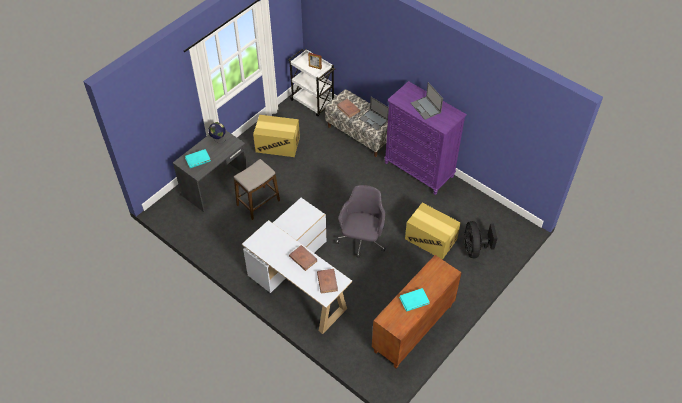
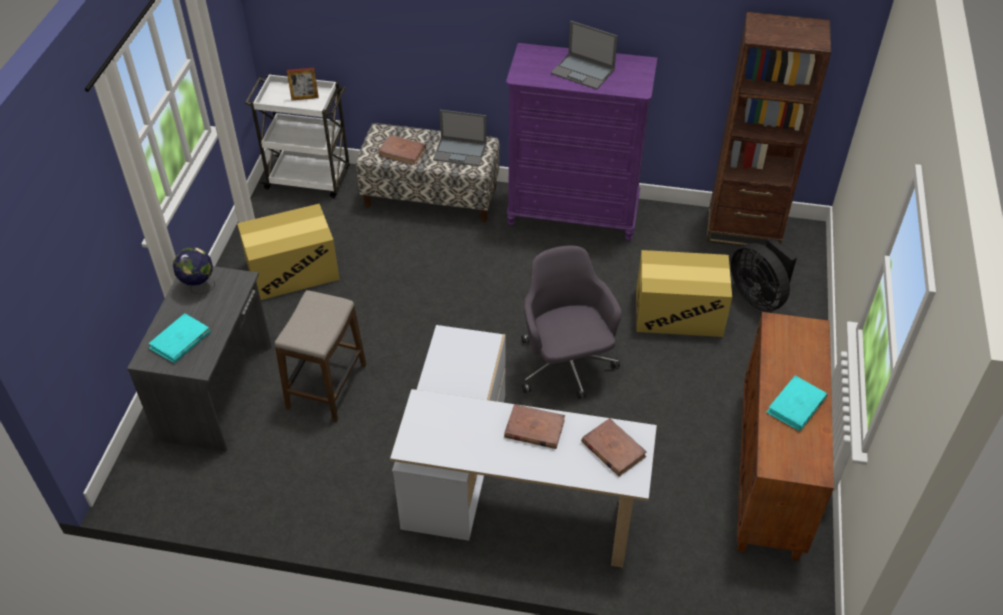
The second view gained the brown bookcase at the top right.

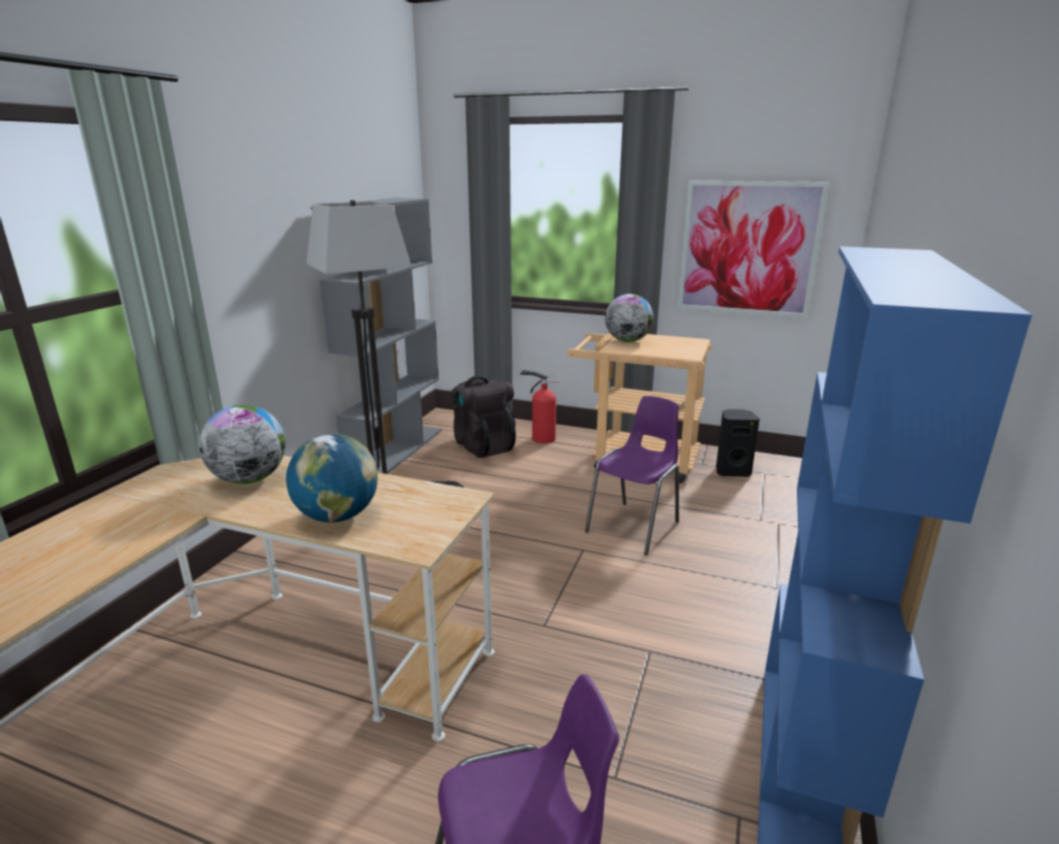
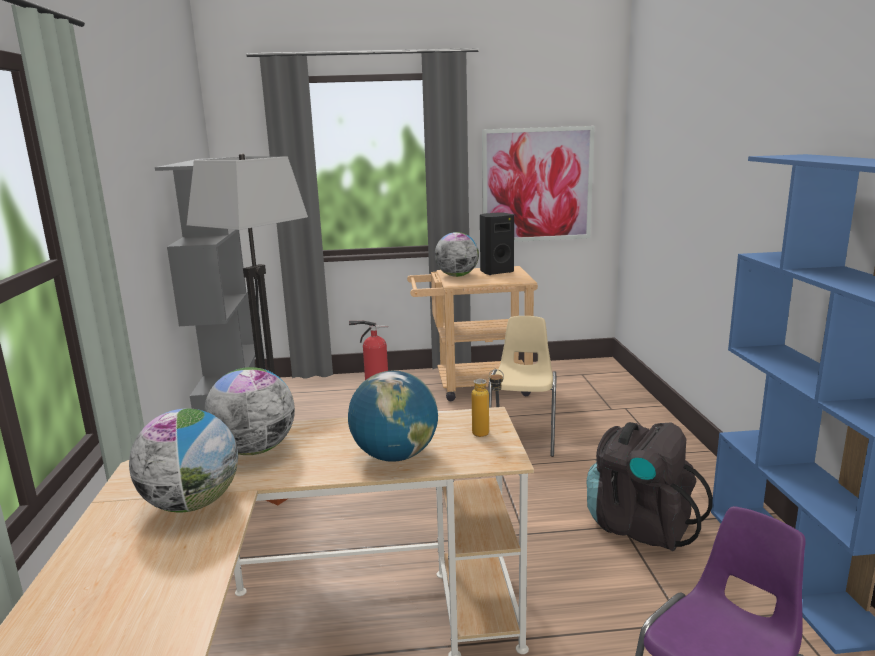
The black backpack ended up elsewhere, having gone from the centre to the bottom right. What was the purple chair (no. 2 from left) at the centre turned into the beige chair at the centre. The black speaker ended up elsewhere, having gone from the middle right to the centre. The second view gained the bottle at the centre. The second view gained the globe (no. 1 from left) at the bottom left.

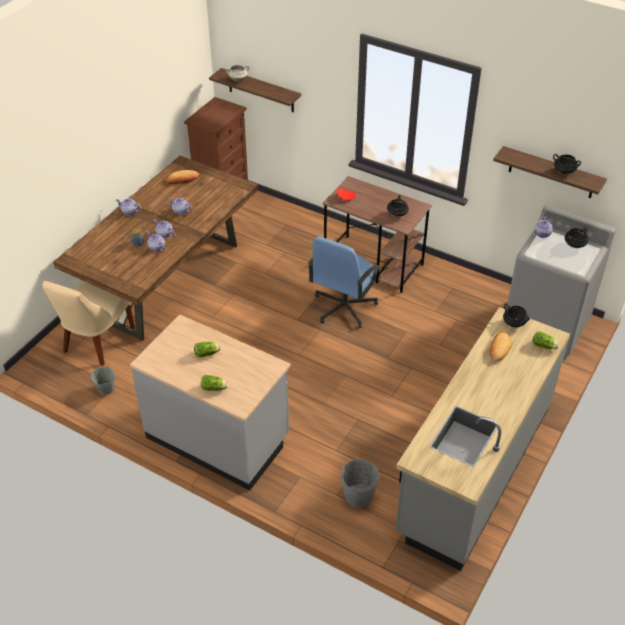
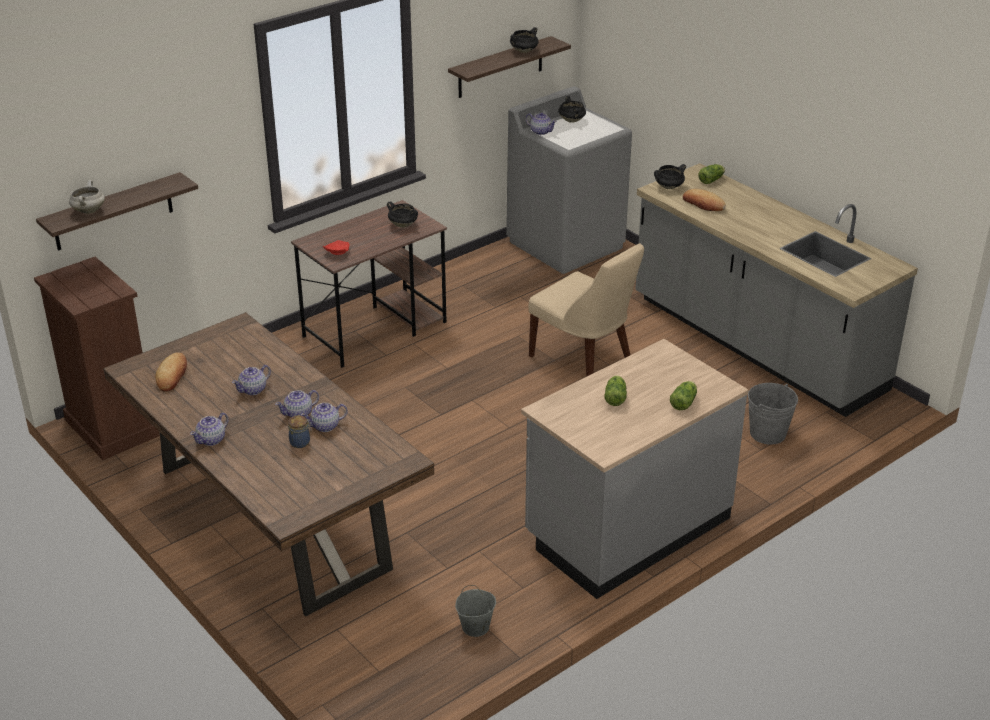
The second view lost the blue office chair at the centre. The beige chair ended up elsewhere, having gone from the middle left to the centre.

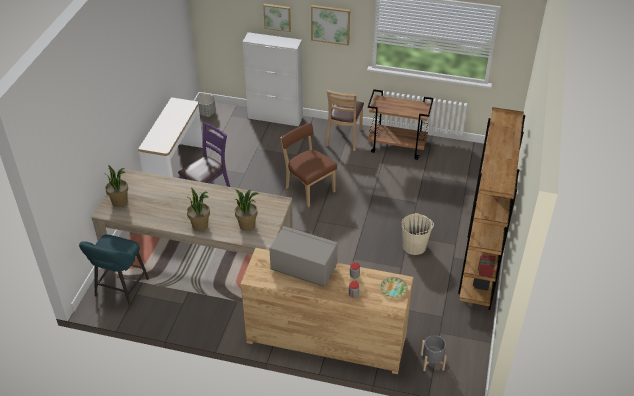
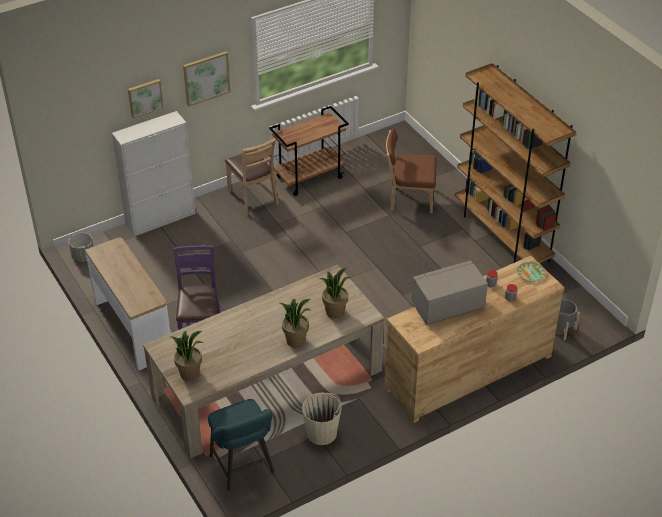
The brown chair (no. 1 from left in the first image) ended up elsewhere, having gone from the centre to the top centre. The beige bucket ended up elsewhere, having gone from the centre to the bottom centre.

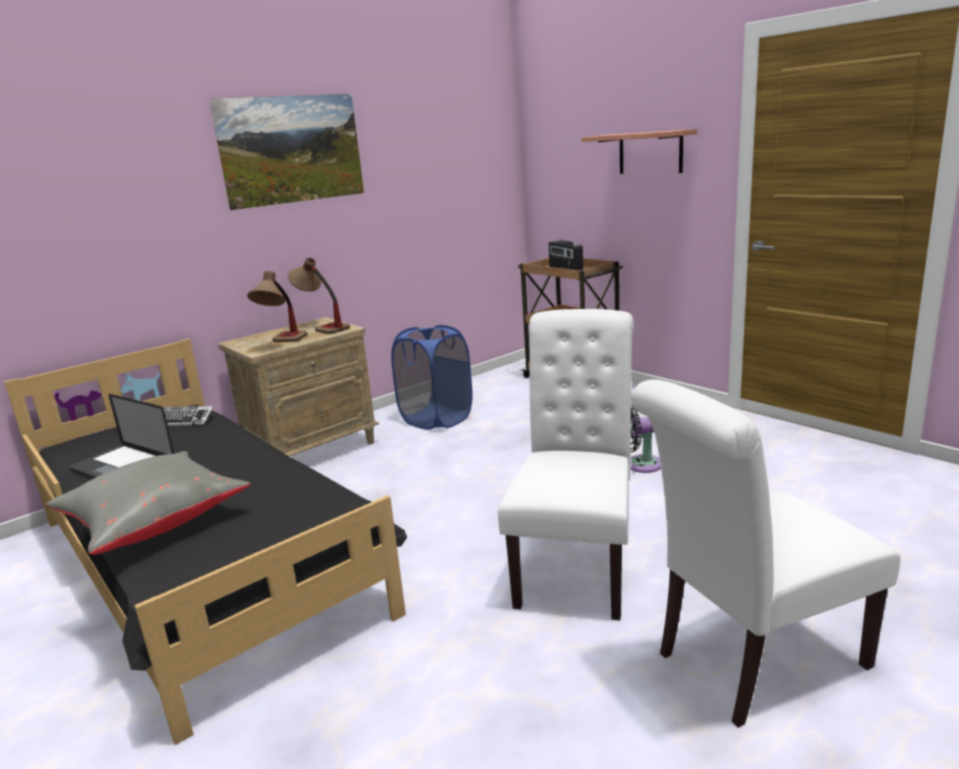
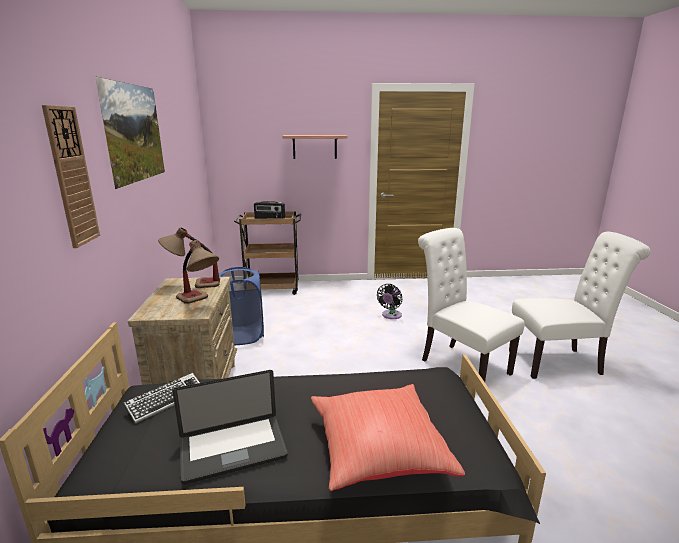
The white chair (no. 2 from left) at the bottom right ended up facing another way, 105 degrees counterclockwise from before. What was the grey pillow at the middle left turned into the red pillow at the bottom centre. The second view gained the wall clock at the top left.

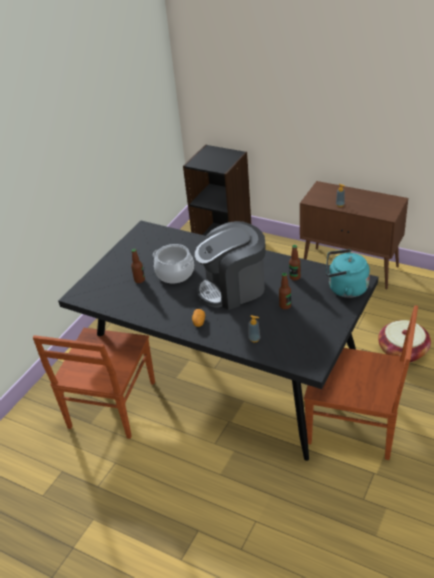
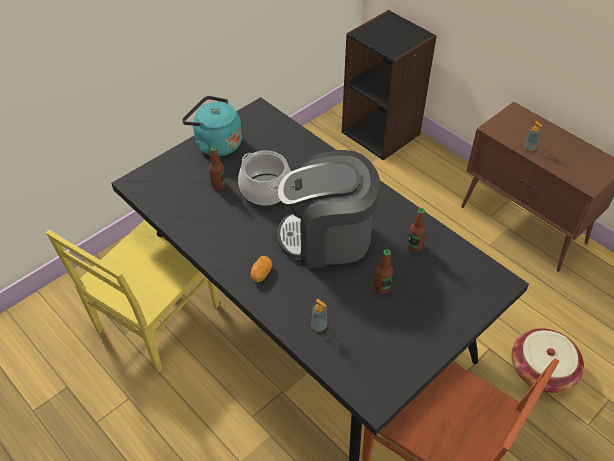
The turquoise kettle ended up elsewhere, having gone from the middle right to the top centre. What was the brown chair (no. 1 from left) at the middle left turned into the yellow chair at the middle left.

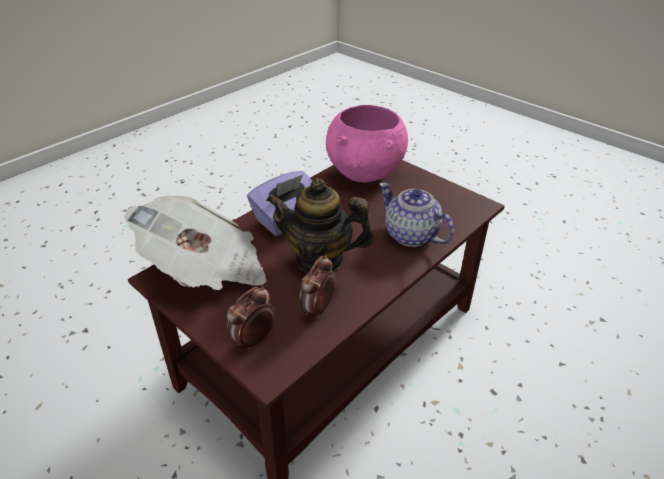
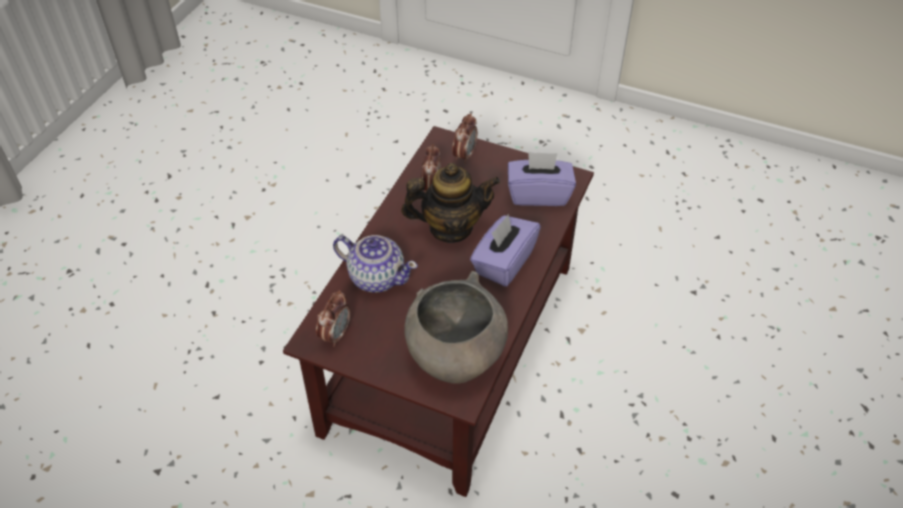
What was the pink bowl at the top centre turned into the grey bowl at the centre. Where the newspaper stood at the middle left, the purple tissue box (no. 2 from left) came to stand at the centre. The second view gained the alarm clock (no. 1 from left) at the centre.

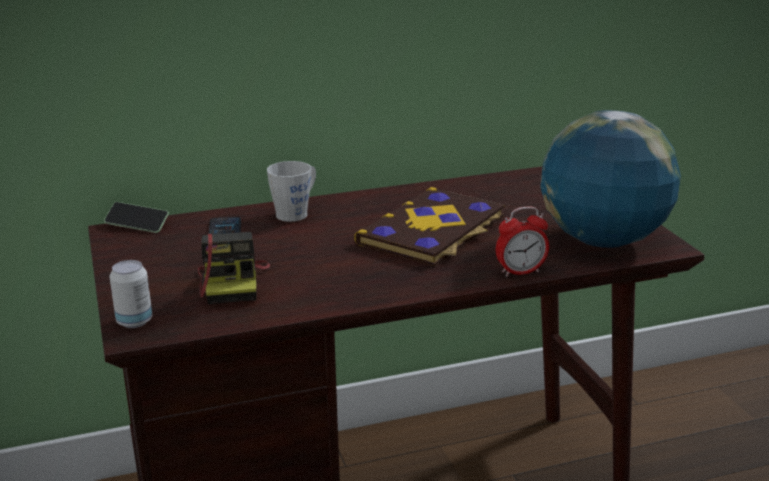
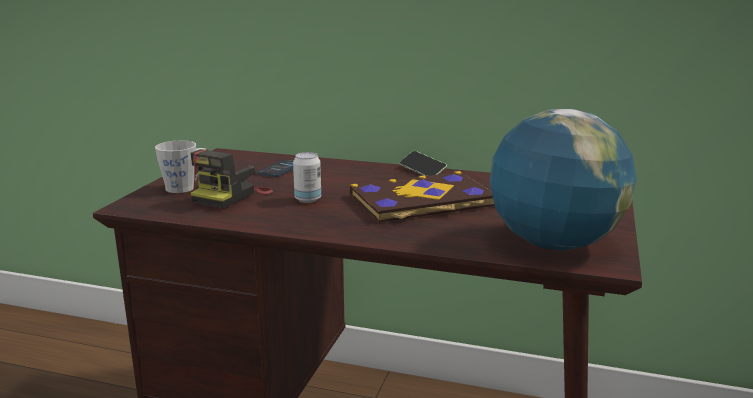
The grey mug ended up elsewhere, having gone from the centre to the middle left. The phone (no. 1 from left in the first image) ended up elsewhere, having gone from the middle left to the centre. The second view lost the alarm clock at the middle right. The can ended up elsewhere, having gone from the middle left to the centre.

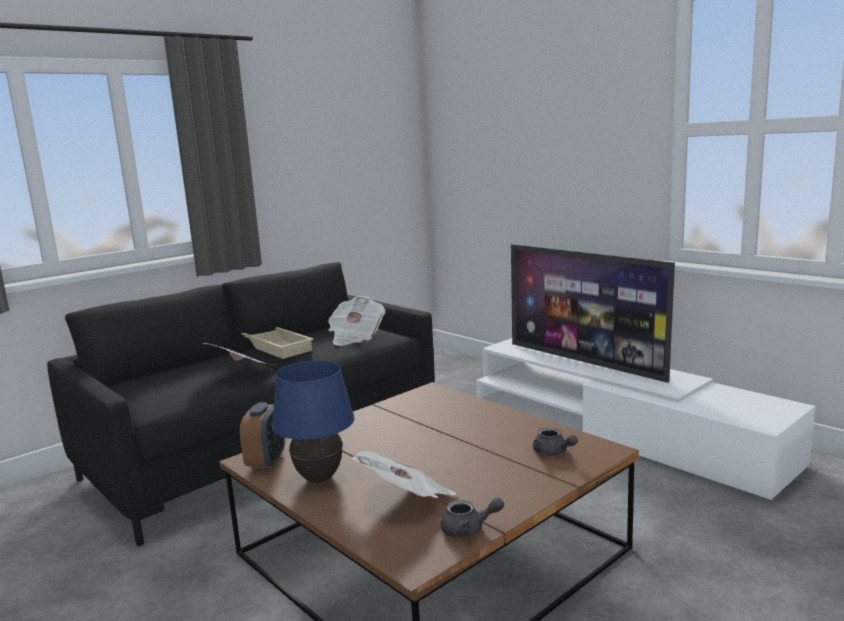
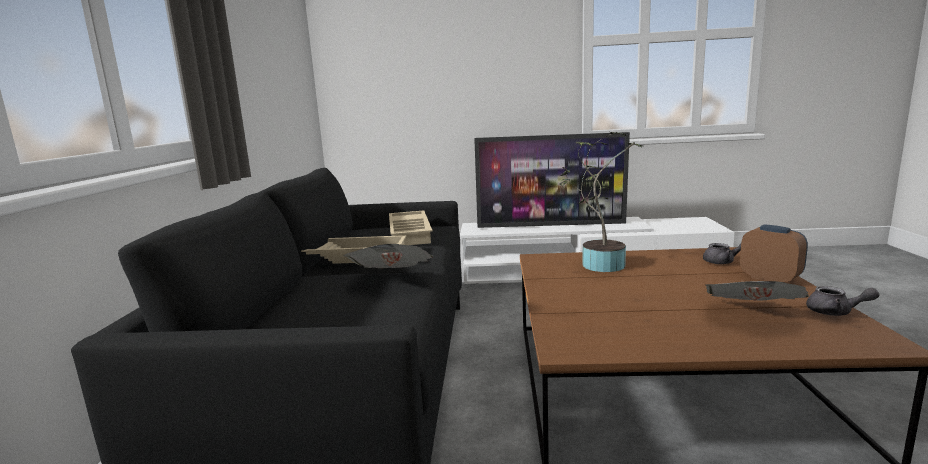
Where the newspaper (no. 2 from left) stood at the centre, the beige tray (no. 2 from left) came to stand at the centre. The second view lost the blue table lamp at the bottom centre. The alarm clock ended up elsewhere, having gone from the bottom left to the middle right. The grey teapot (no. 1 from left in the first image) at the bottom centre ended up facing another way, 75 degrees clockwise from before. The second view gained the potted plant at the centre.

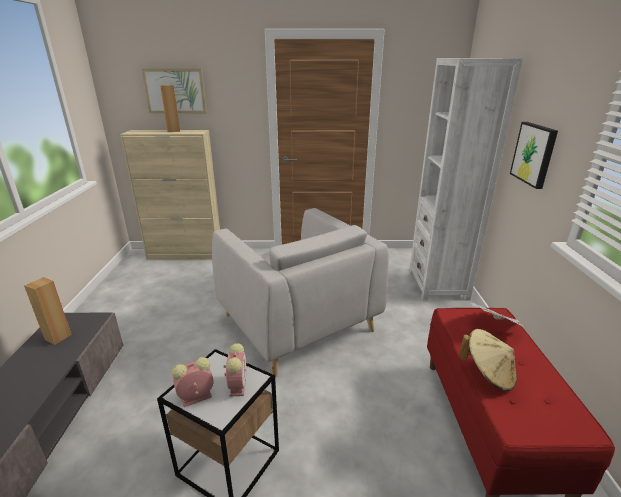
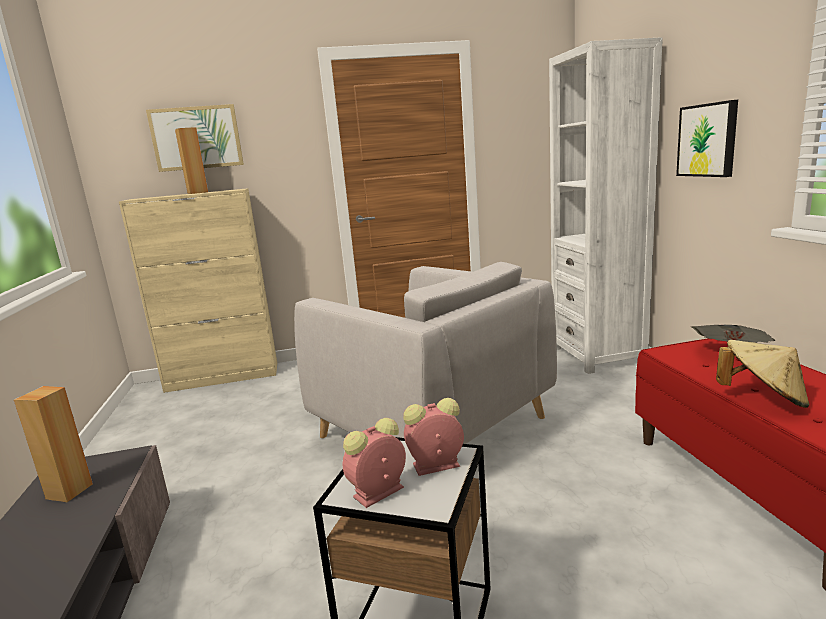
The alarm clock (no. 2 from left) at the bottom centre ended up facing another way, 90 degrees counterclockwise from before.

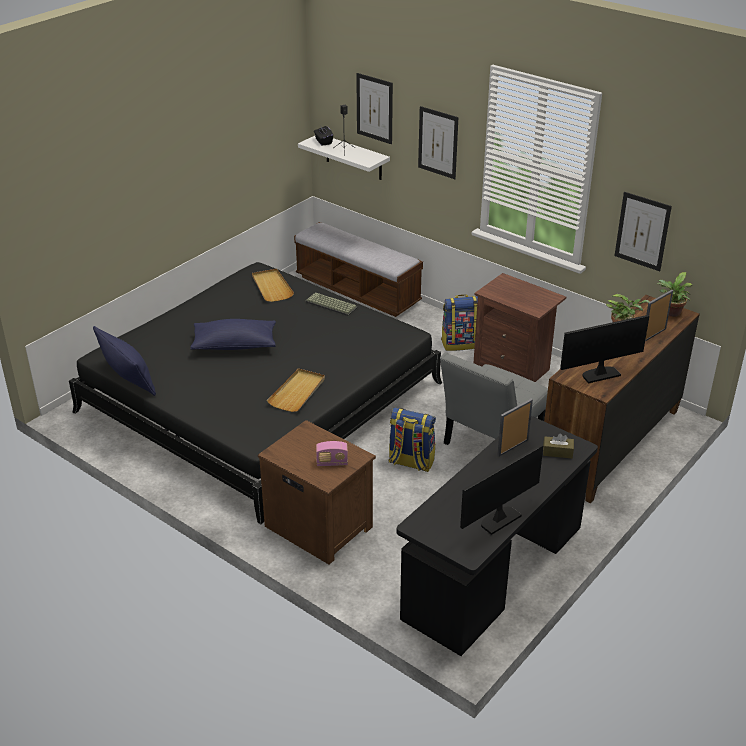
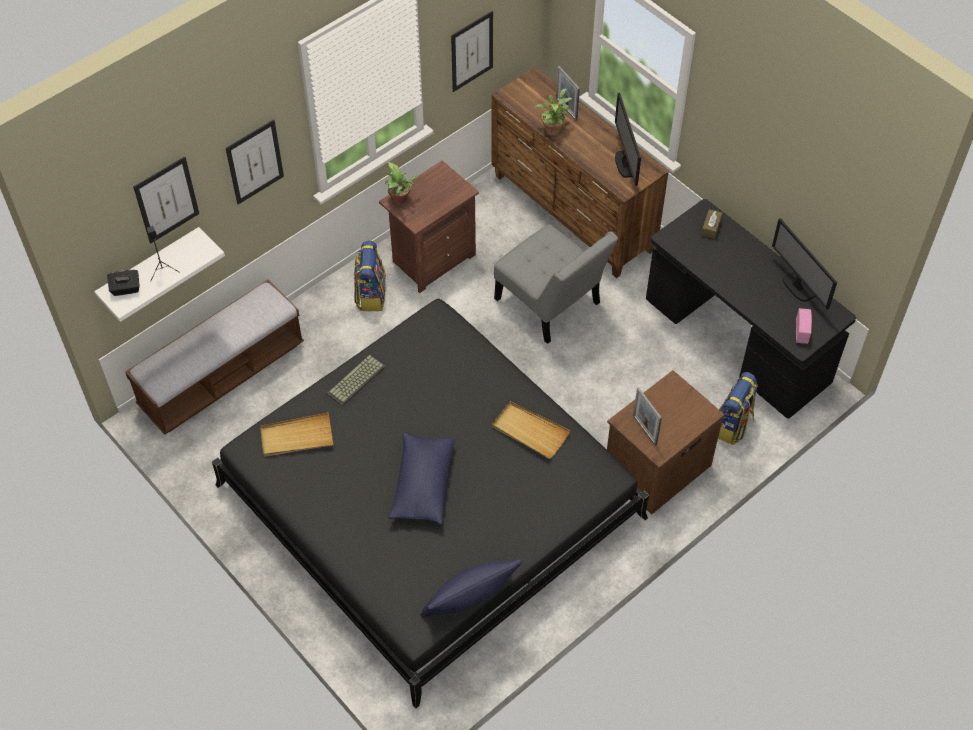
The potted plant (no. 2 from left in the first image) ended up elsewhere, having gone from the middle right to the top centre. The picture frame (no. 1 from left in the first image) ended up elsewhere, having gone from the middle right to the centre. The backpack (no. 1 from left in the first image) ended up elsewhere, having gone from the centre to the middle right. The radio ended up elsewhere, having gone from the centre to the middle right.

